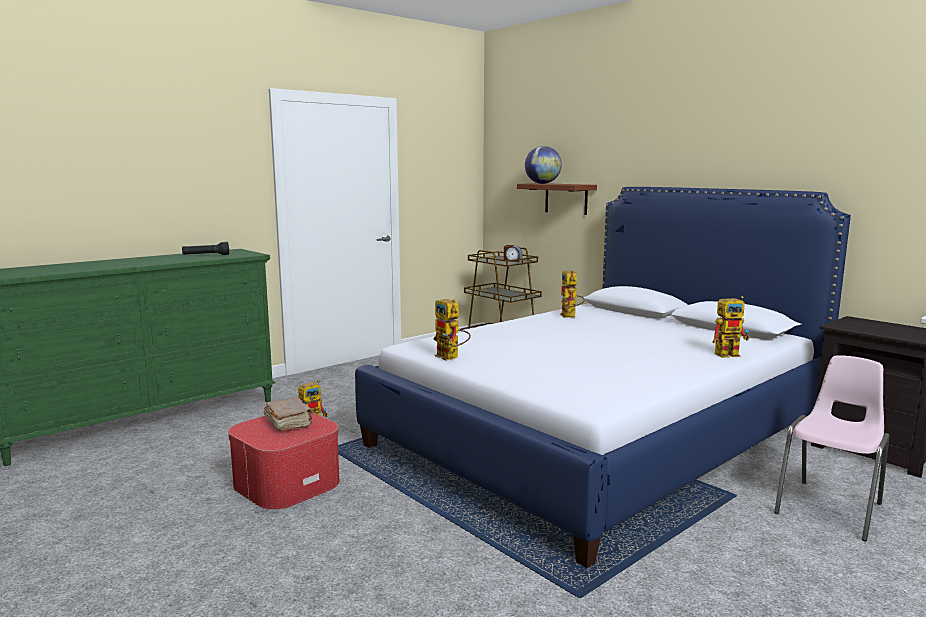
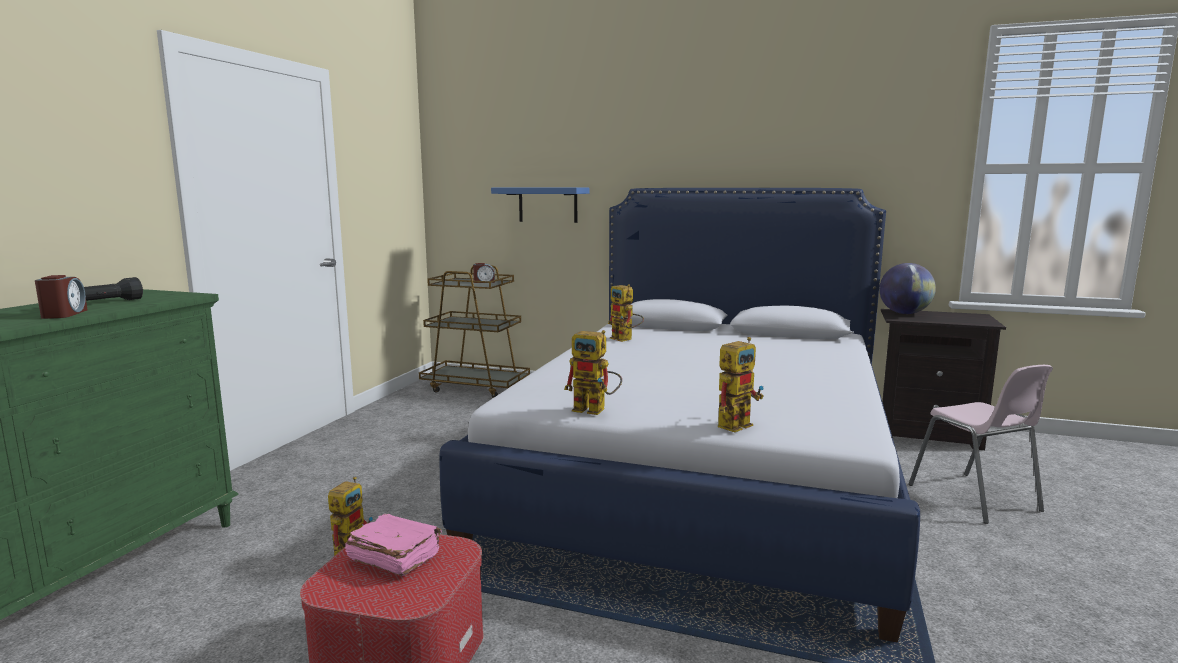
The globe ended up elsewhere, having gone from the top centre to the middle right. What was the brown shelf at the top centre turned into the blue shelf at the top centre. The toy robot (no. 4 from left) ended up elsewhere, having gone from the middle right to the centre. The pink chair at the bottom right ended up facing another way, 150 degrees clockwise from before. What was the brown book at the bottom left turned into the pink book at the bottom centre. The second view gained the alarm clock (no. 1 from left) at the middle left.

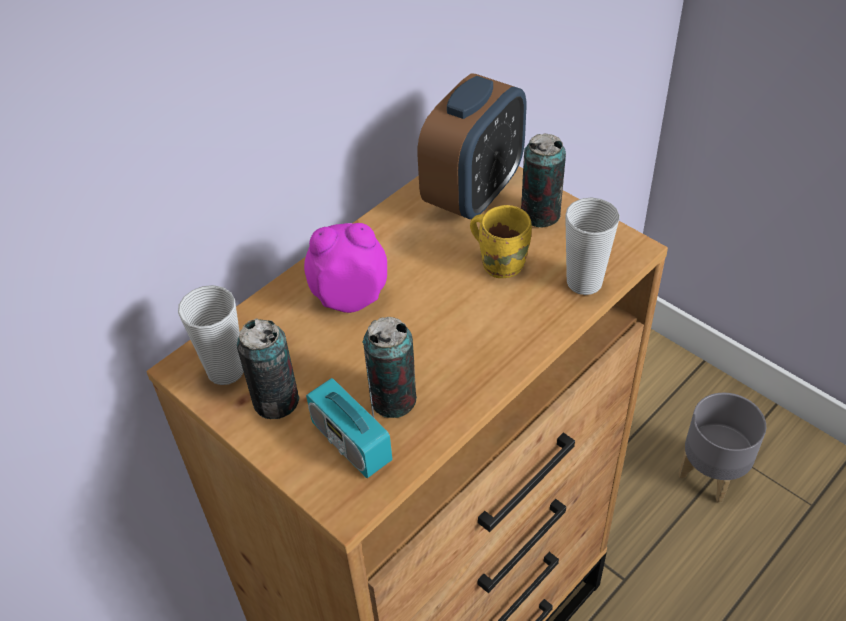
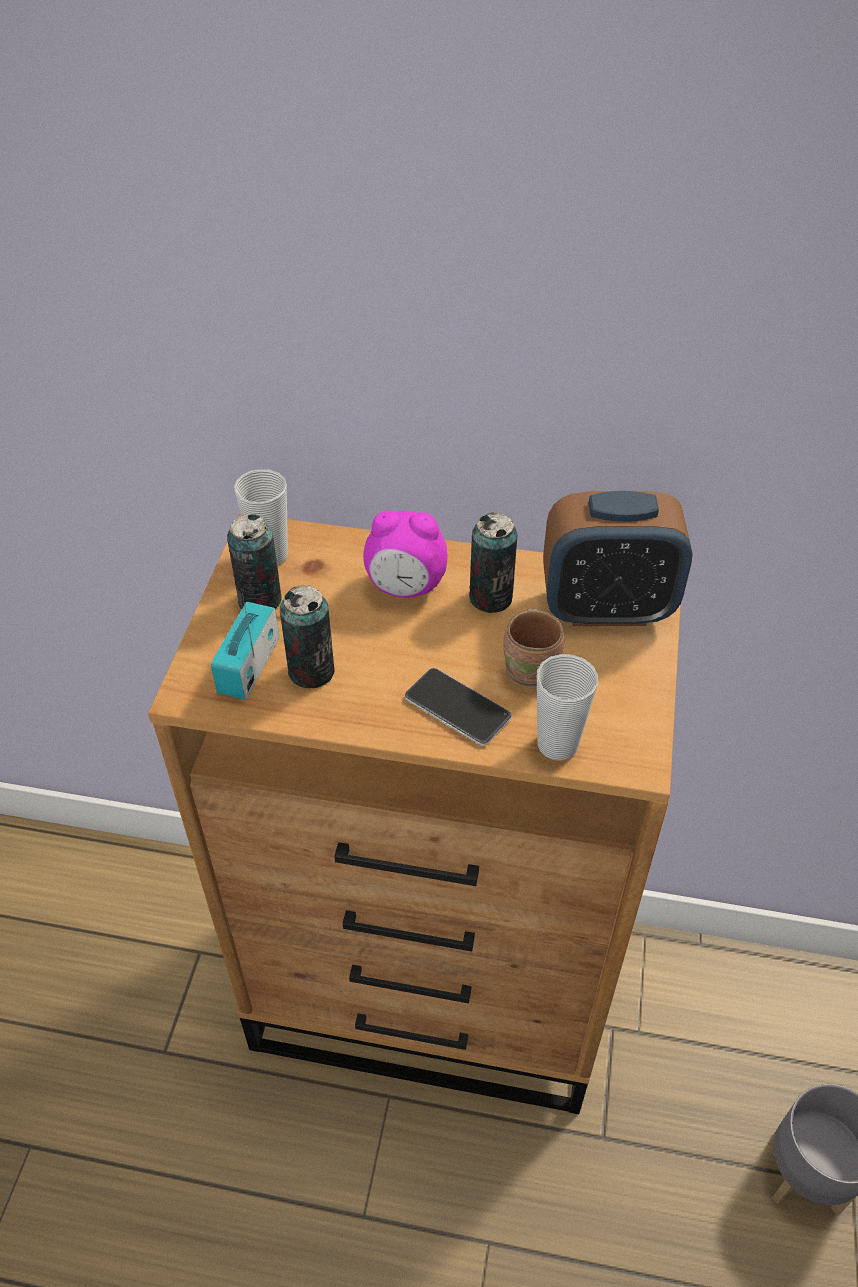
The can (no. 3 from left) ended up elsewhere, having gone from the top centre to the centre. What was the yellow mug at the centre turned into the brown mug at the centre. The alarm clock (no. 1 from left) at the centre ended up facing another way, 135 degrees clockwise from before. The second view gained the phone at the centre.

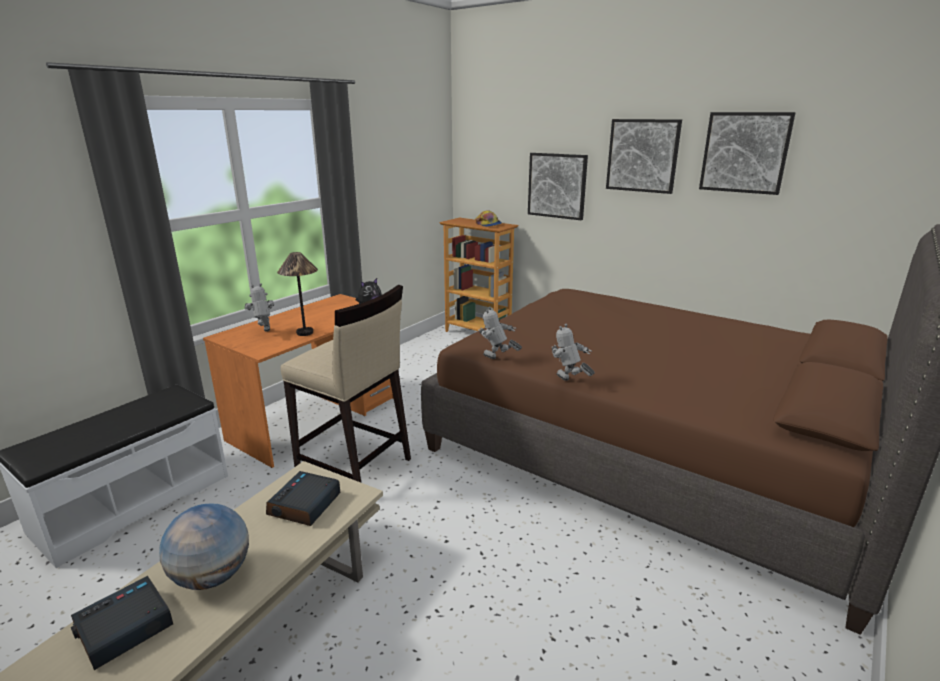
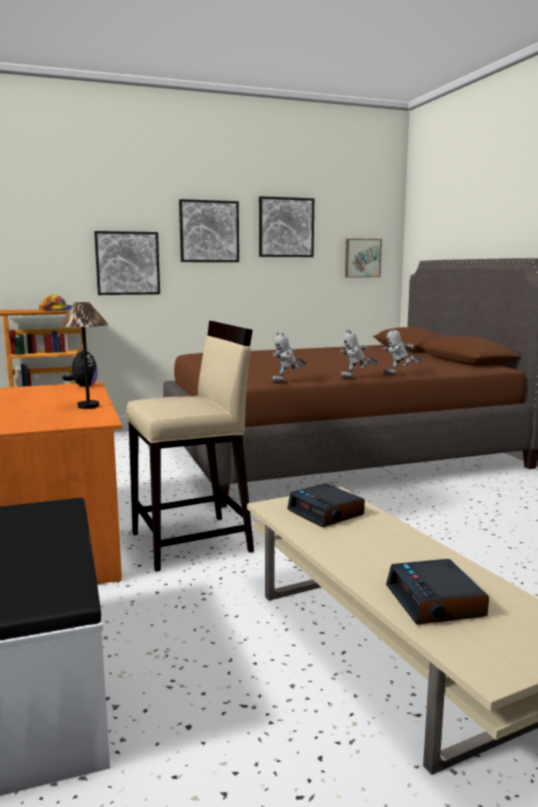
The toy robot (no. 1 from left in the first image) ended up elsewhere, having gone from the middle left to the middle right. The second view lost the globe at the bottom left. The second view gained the picture (no. 4 from left) at the top right.

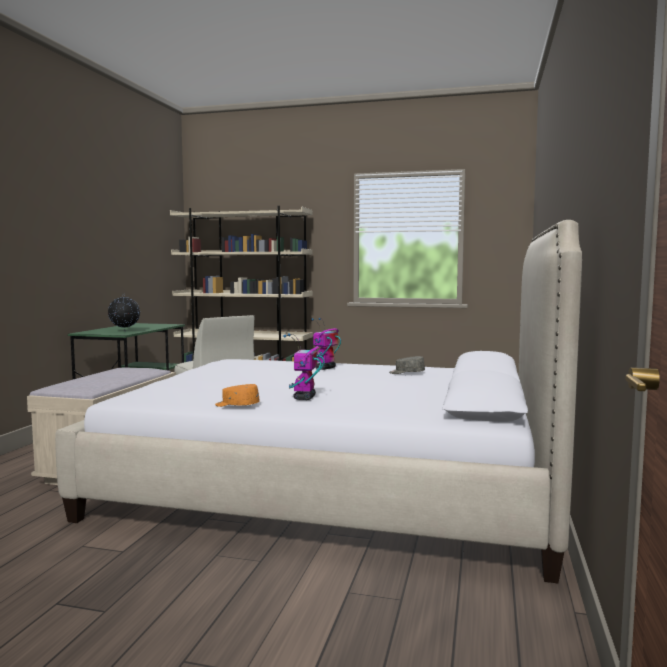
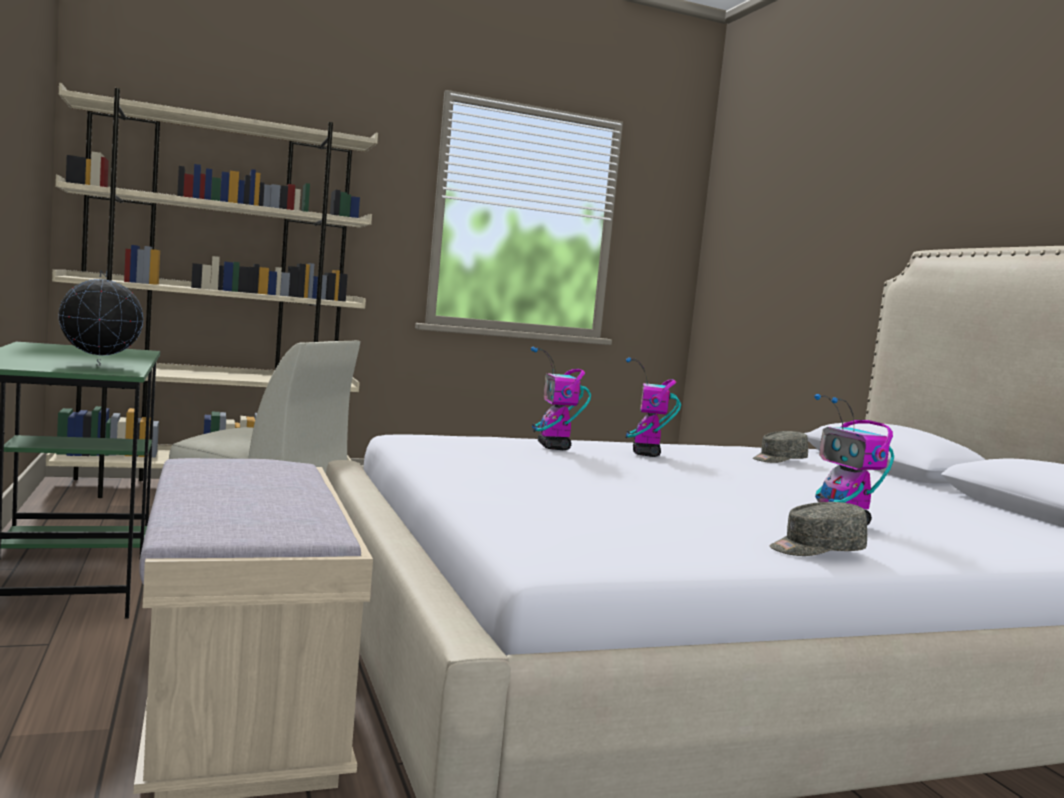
What was the orange cap at the centre turned into the grey cap (no. 2 from left) at the middle right. The second view gained the toy robot (no. 1 from left) at the centre.

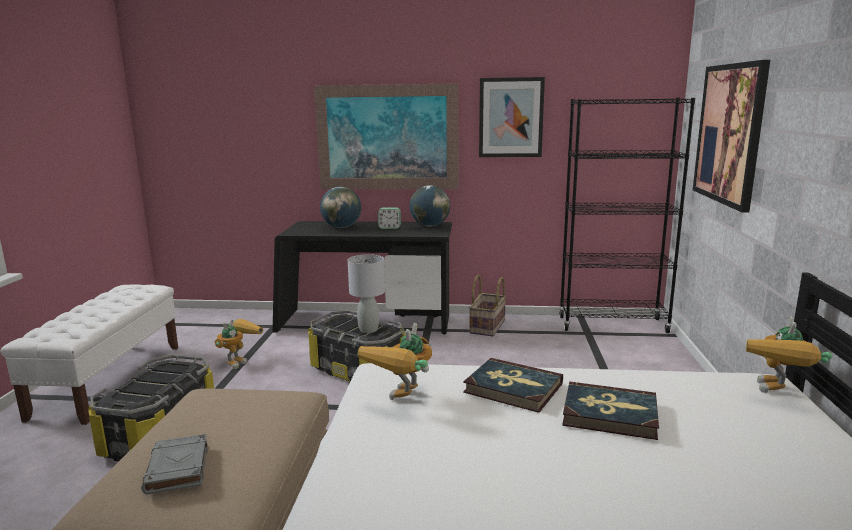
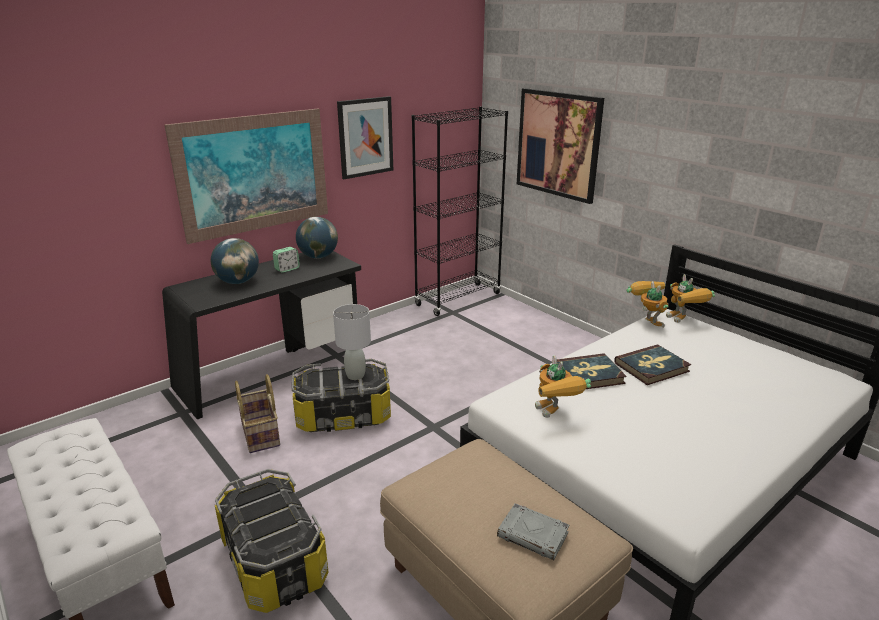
The basket ended up elsewhere, having gone from the centre to the middle left. The toy robot (no. 1 from left in the first image) ended up elsewhere, having gone from the middle left to the middle right.

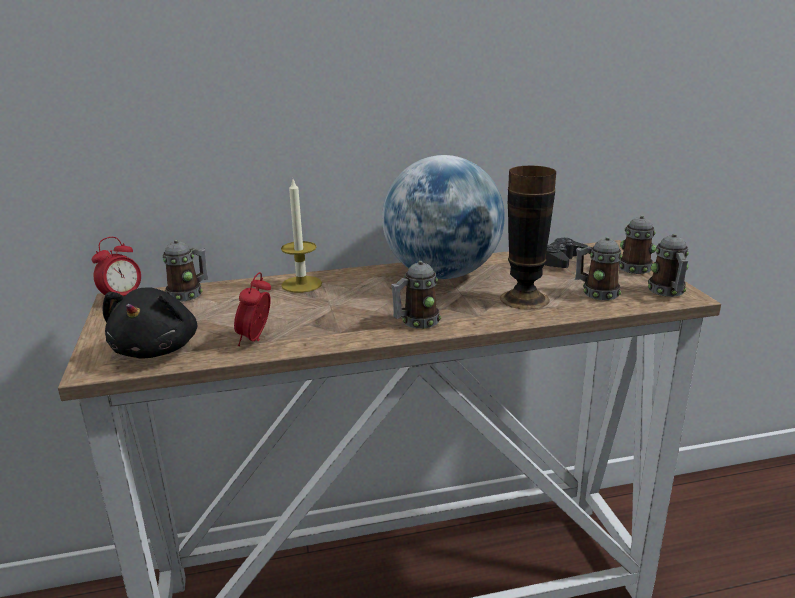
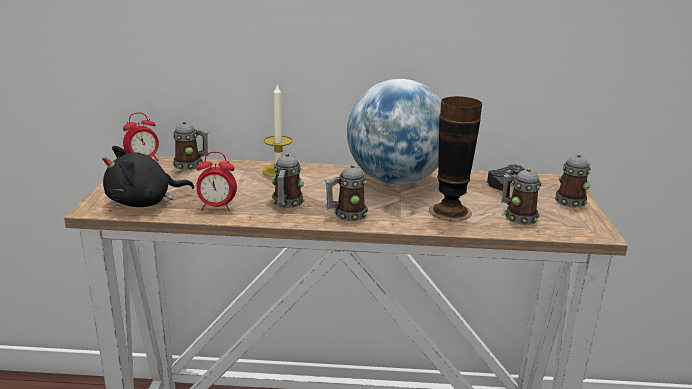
The mug (no. 5 from left in the first image) ended up elsewhere, having gone from the middle right to the centre. The alarm clock (no. 2 from left) at the middle left ended up facing another way, 120 degrees counterclockwise from before. The black plush toy at the middle left ended up facing another way, 45 degrees clockwise from before.

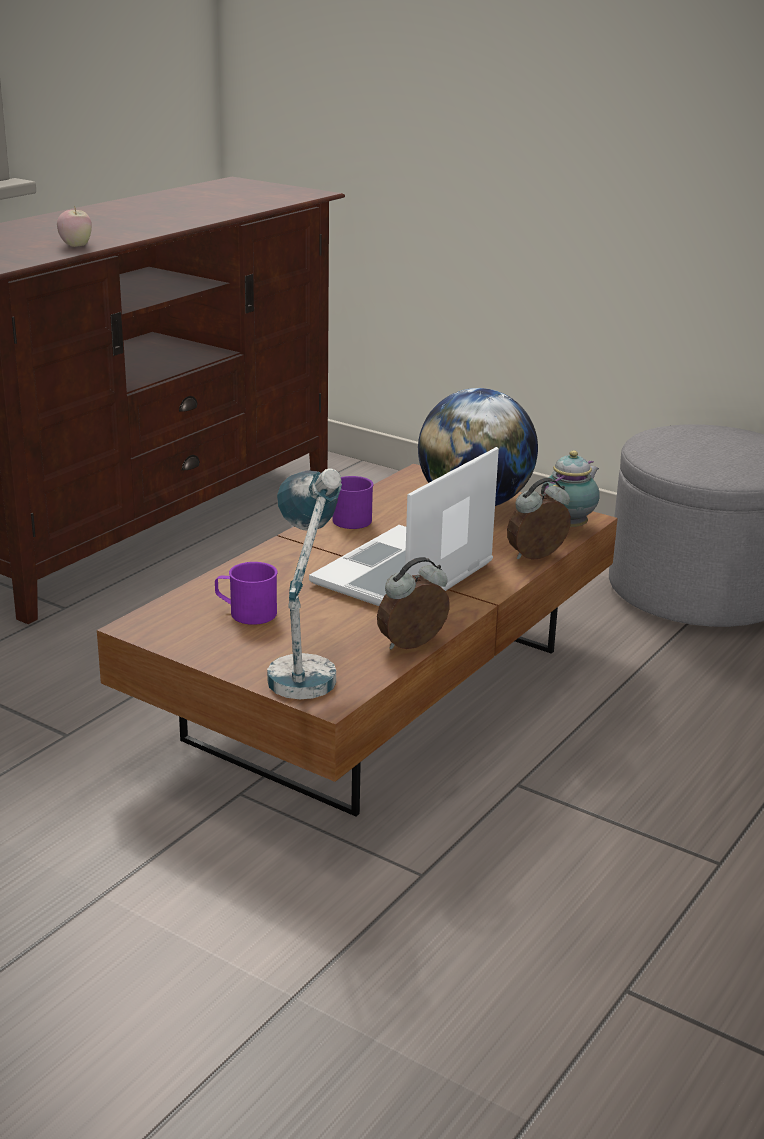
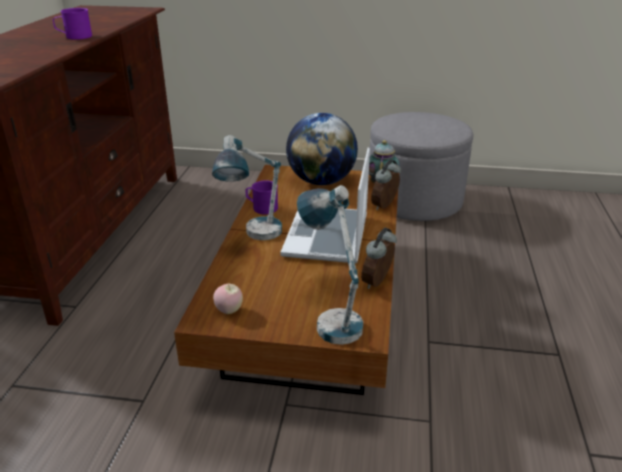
The apple ended up elsewhere, having gone from the top left to the centre. The purple mug (no. 1 from left) ended up elsewhere, having gone from the middle left to the top left. The second view gained the table lamp (no. 1 from left) at the centre.

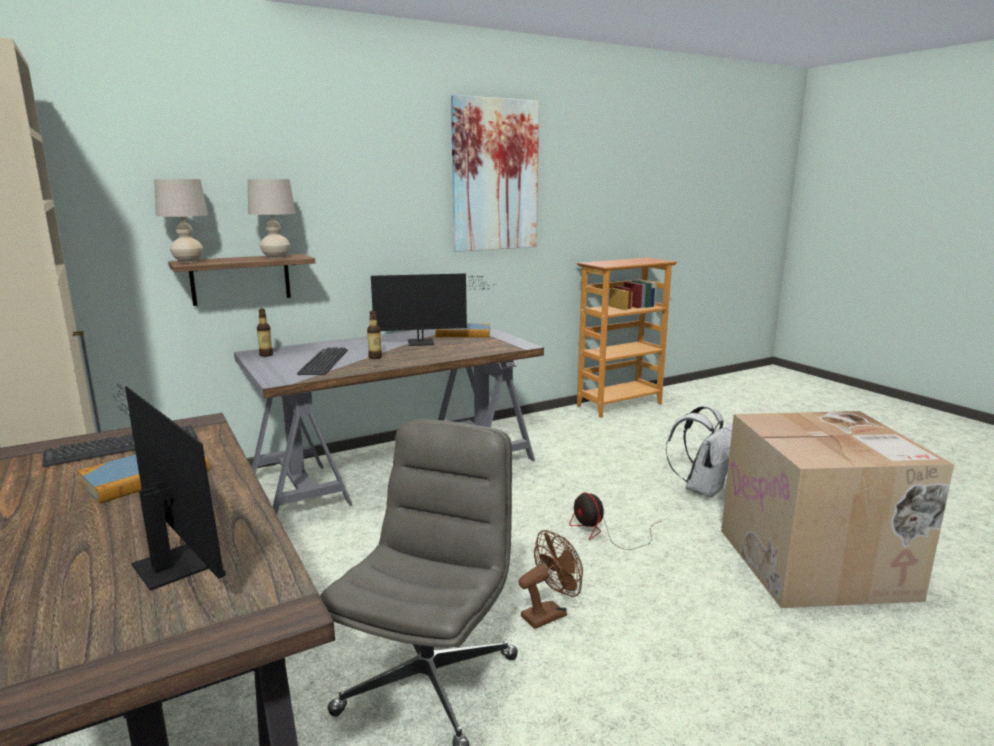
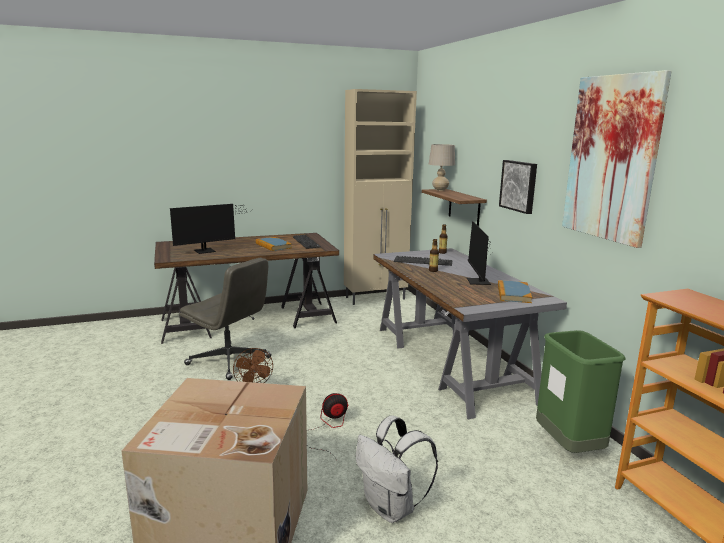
The second view lost the beige table lamp (no. 2 from left) at the top left. The second view gained the picture (no. 1 from left) at the middle right. The second view gained the green trash can at the bottom right.

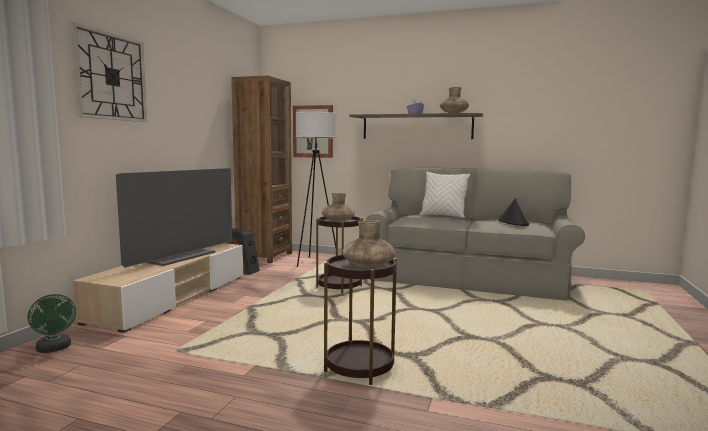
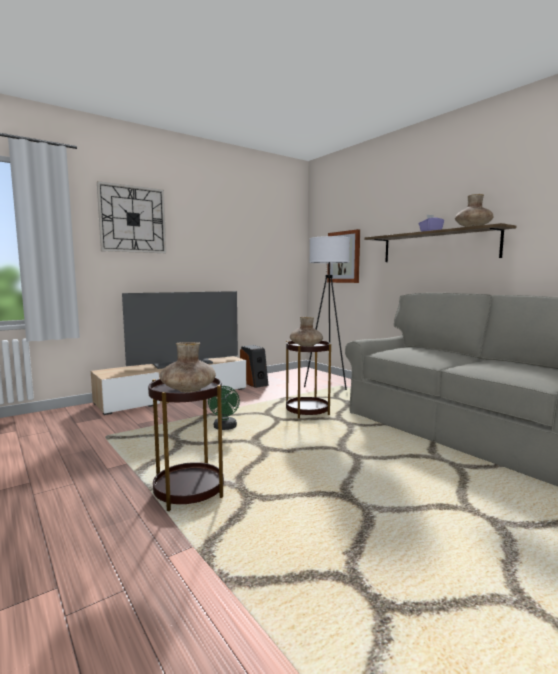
The second view lost the brown bookcase at the centre. The second view lost the white pillow at the centre. The second view lost the black hat at the middle right. The green fan ended up elsewhere, having gone from the bottom left to the centre.

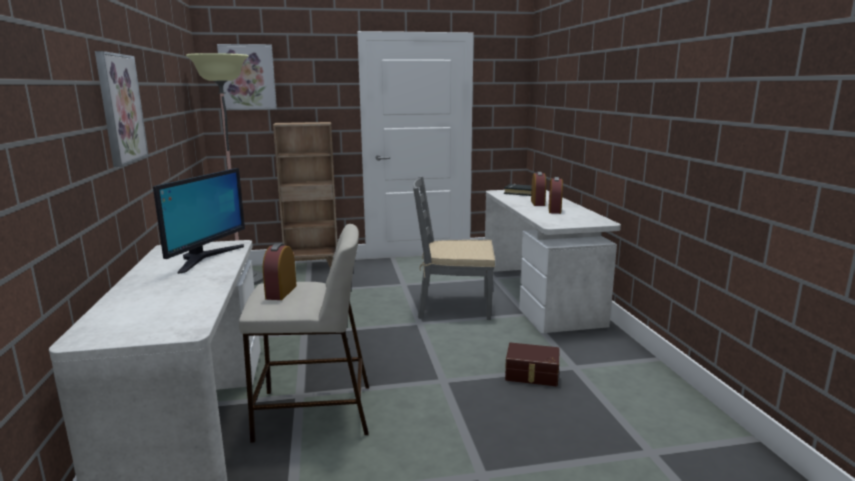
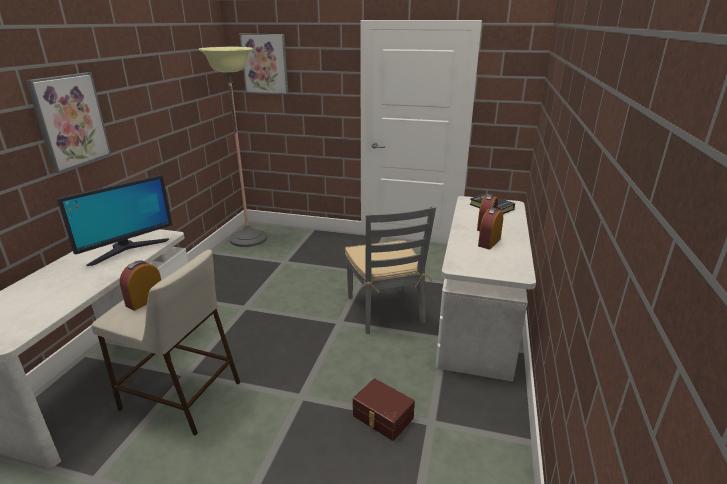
The second view lost the brown bookcase at the centre. The grey chair at the centre ended up facing another way, 135 degrees counterclockwise from before.

